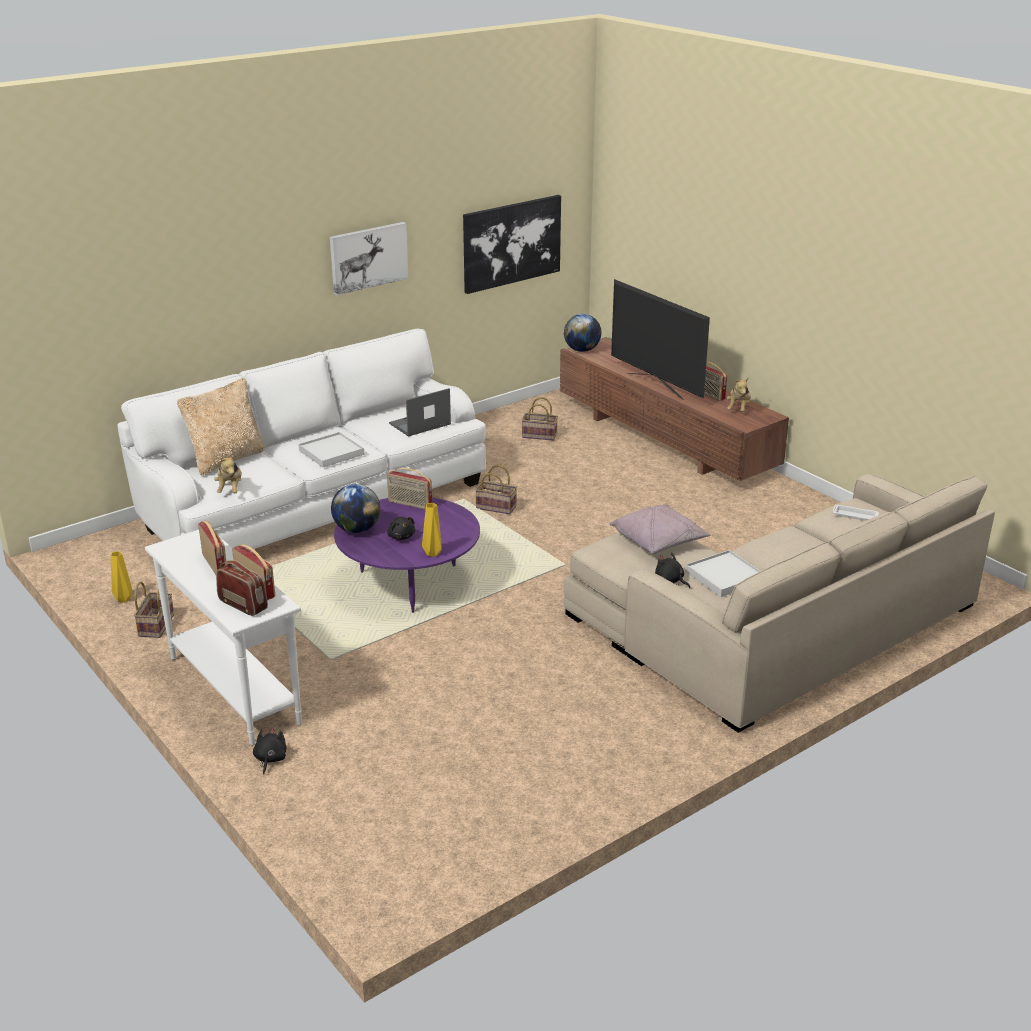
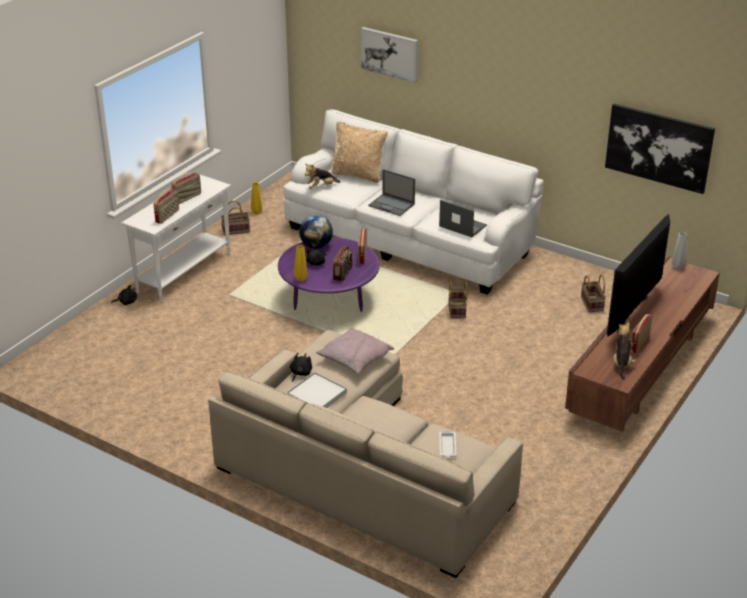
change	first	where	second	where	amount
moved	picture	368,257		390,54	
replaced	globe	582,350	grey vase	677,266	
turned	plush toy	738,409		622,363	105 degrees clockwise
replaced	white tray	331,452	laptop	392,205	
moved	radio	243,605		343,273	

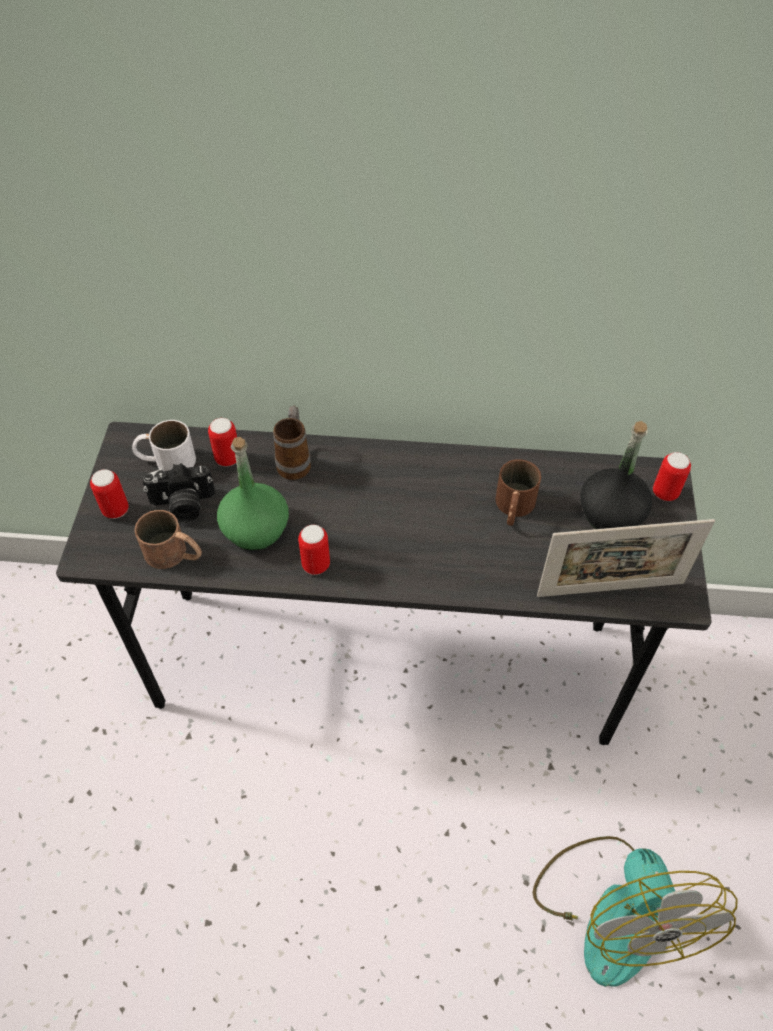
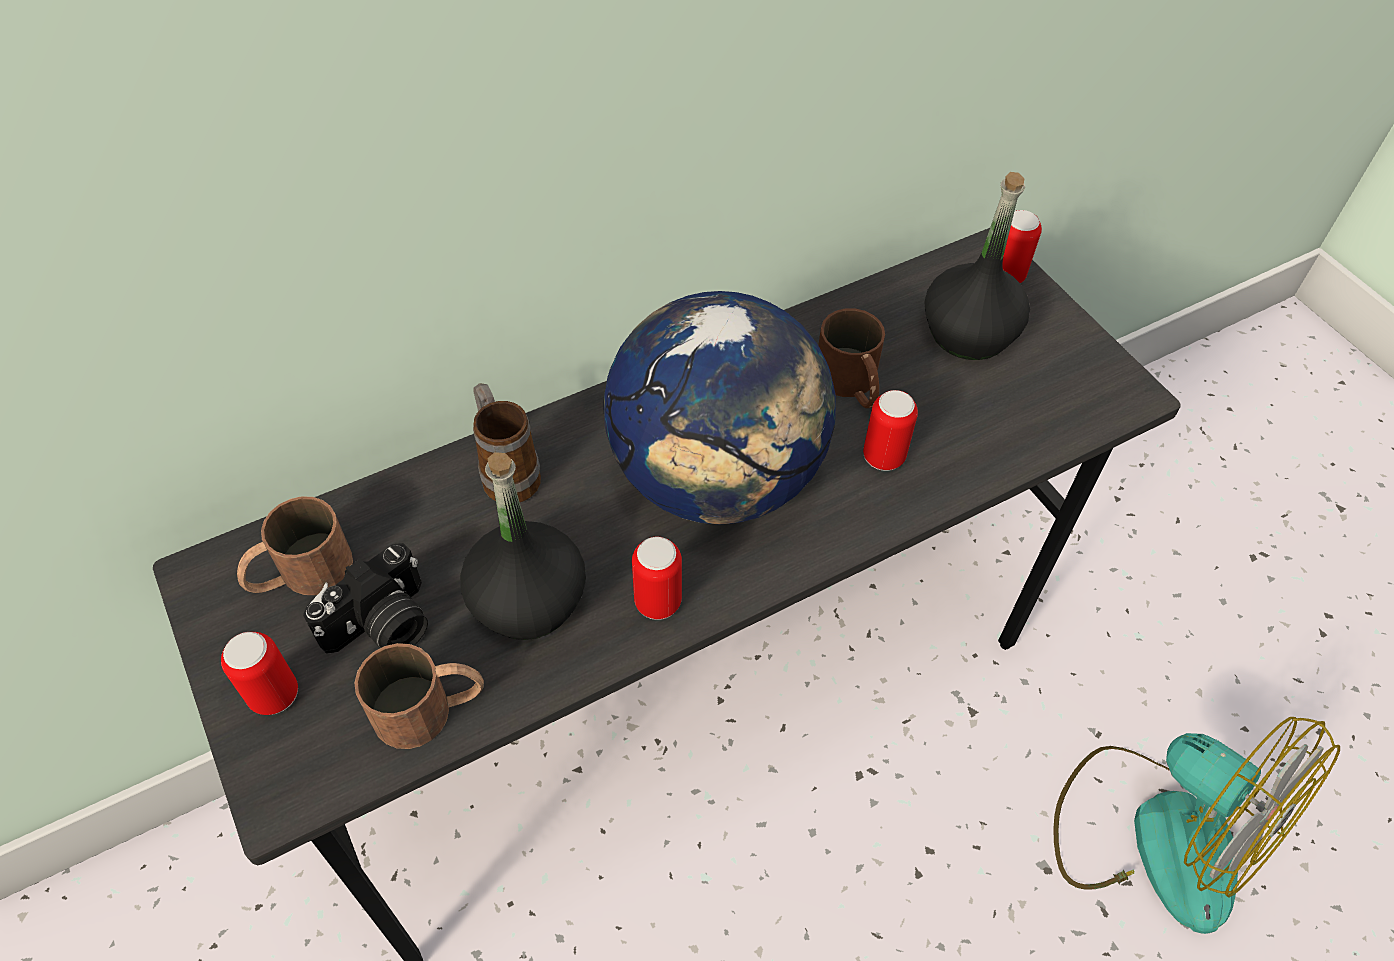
change	first	where	second	where	amount
moved	can	228,458		883,457	
recoloured	white mug	166,460	brown mug	300,574	
recoloured	green bottle	256,529	black bottle	528,600	
removed	picture frame	610,589			
added			globe	717,477	

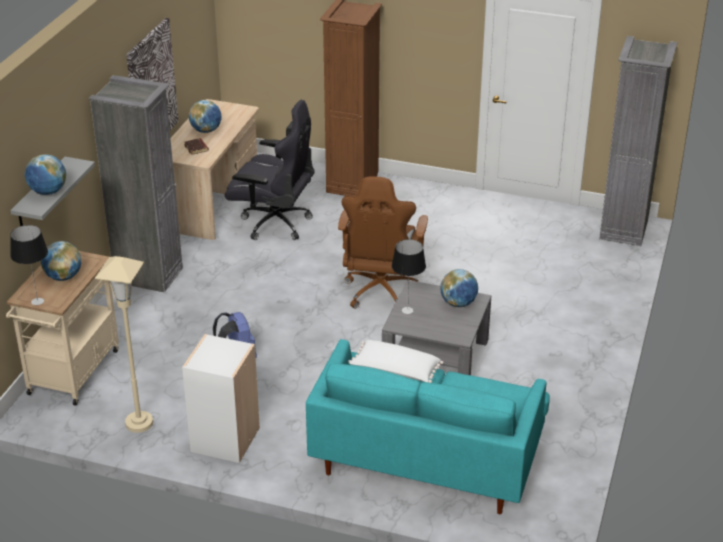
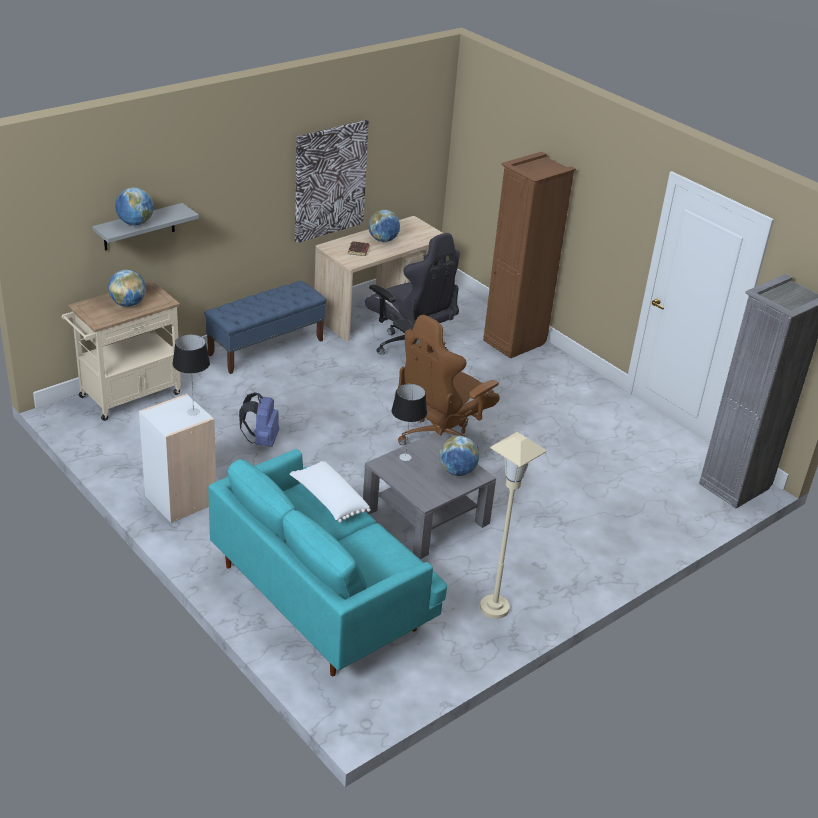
change	first	where	second	where	amount
replaced	grey cabinet	149,275	blue bench	266,347	
moved	table lamp	37,301		193,411	
moved	beige floor lamp	139,423		494,608	

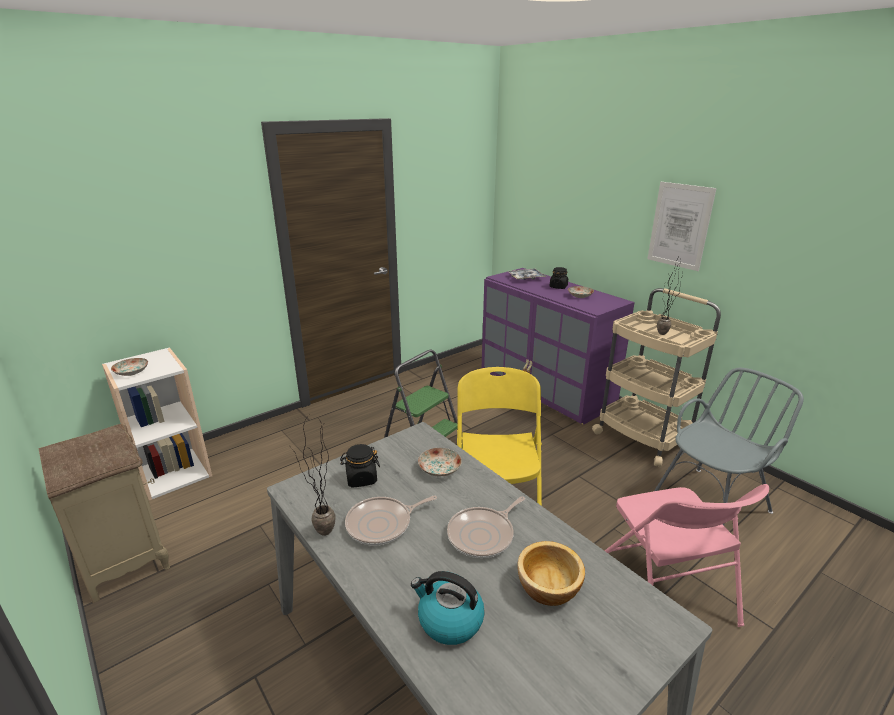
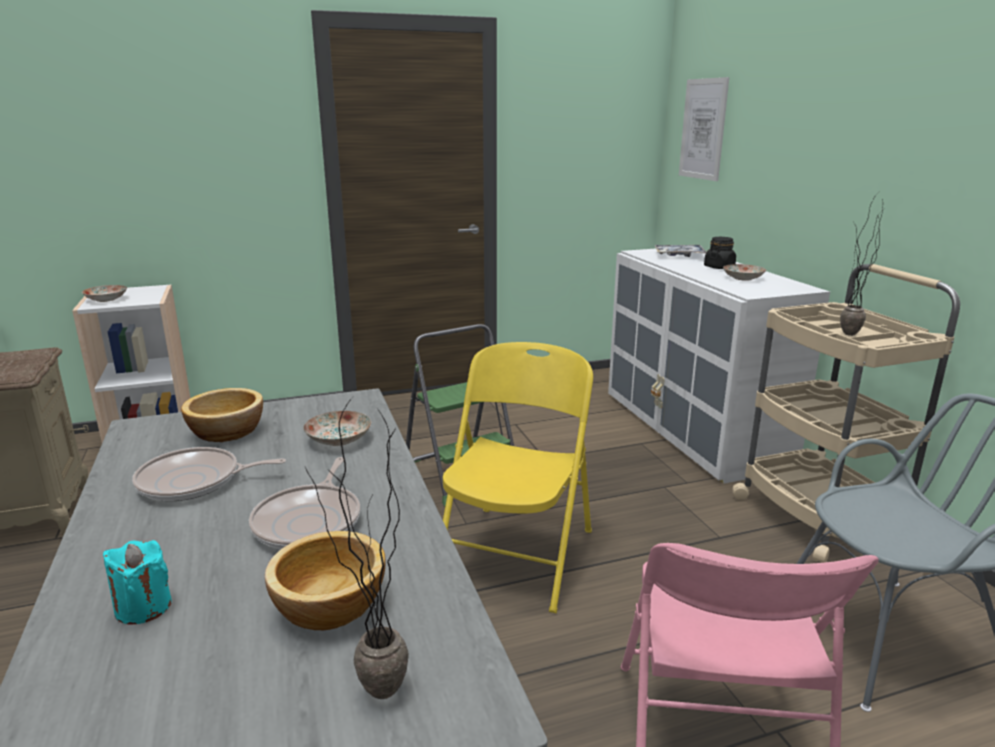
change	first	where	second	where	amount
moved	picture	680,226		703,129	
recoloured	purple cabinet	545,388	white cabinet	692,429	
moved	potted plant	321,537		370,701	
replaced	black jar	361,479	bowl	228,431	
turned	frying pan	483,535		310,521	60 degrees counterclockwise
replaced	kettle	449,620	turquoise candle	143,607	

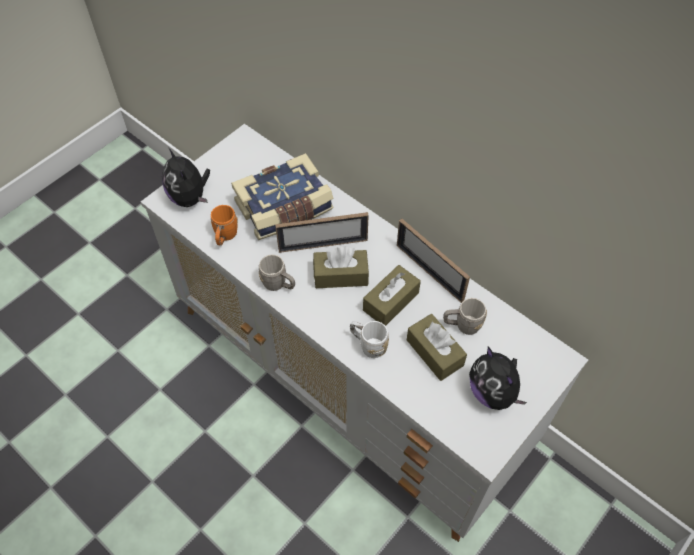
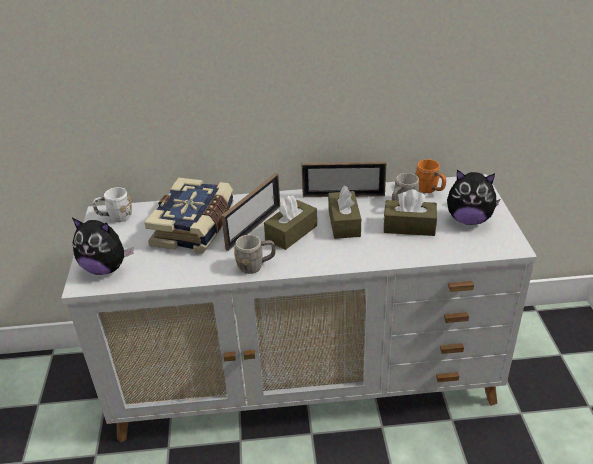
change	first	where	second	where	amount
moved	orange mug	225,236		430,190	
moved	white mug	368,345		115,217	

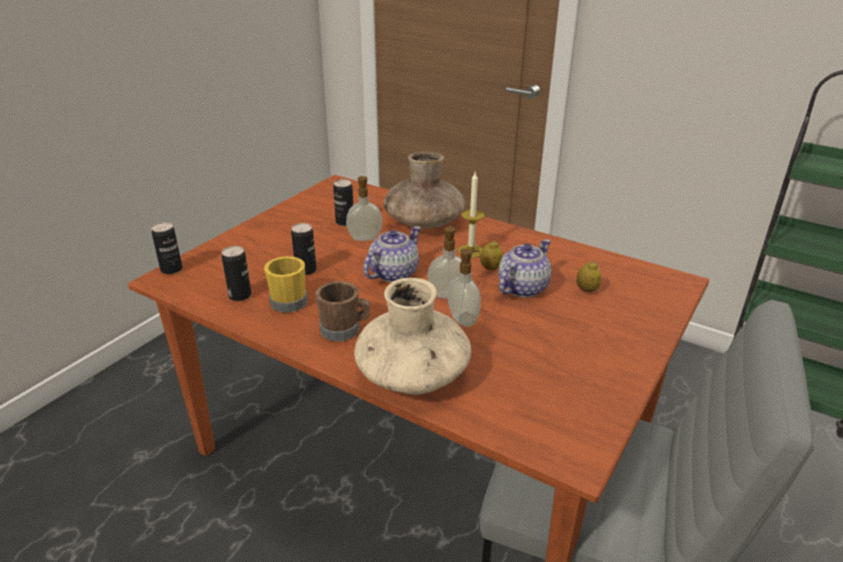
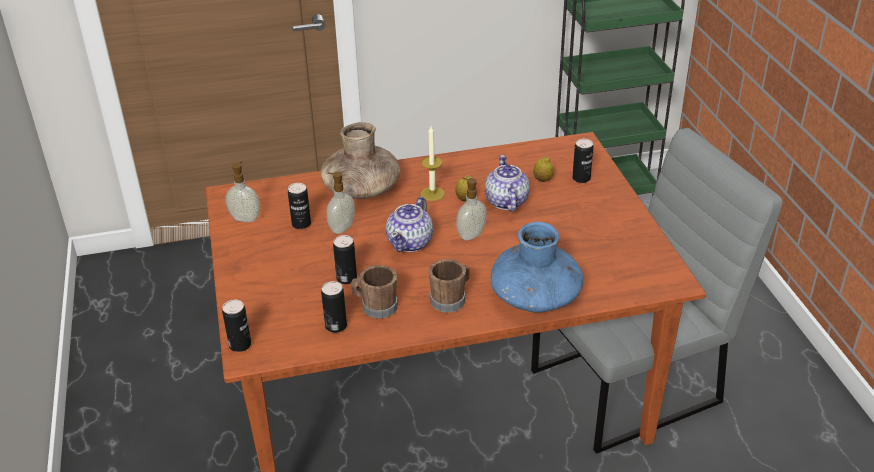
change	first	where	second	where	amount
turned	teapot	392,273		410,242	150 degrees counterclockwise
moved	soap dispenser	464,319		245,218	
recoloured	yellow mug	287,300	brown mug	375,307	
recoloured	beige vase	412,374	blue vase	535,297	
added			can	581,178	

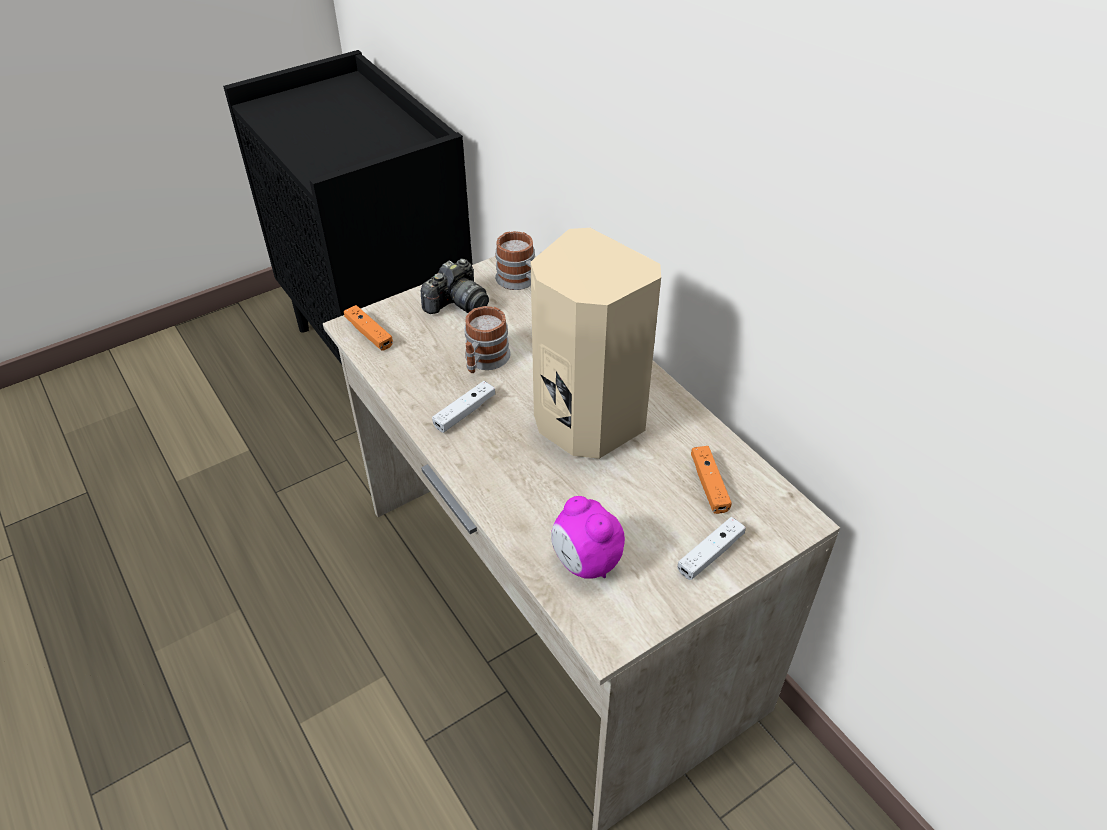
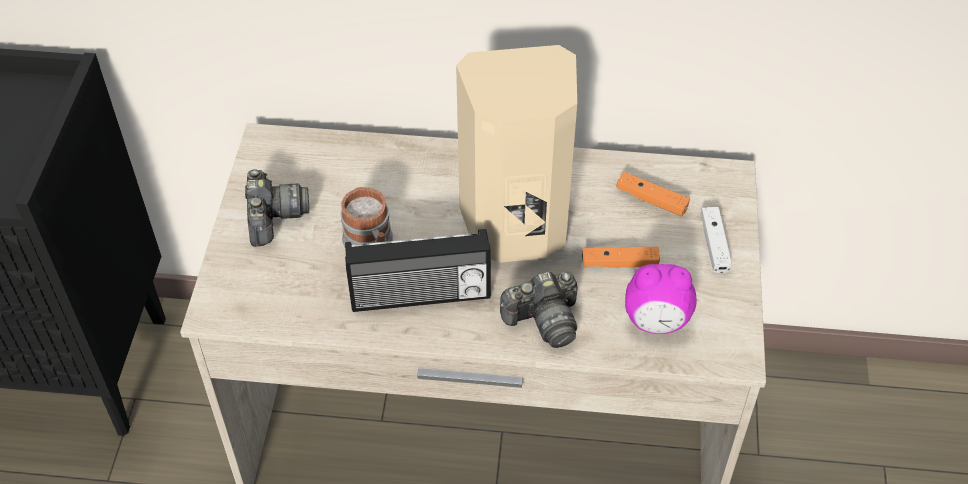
change	first	where	second	where	amount
removed	mug	520,281			
moved	orange game controller	369,333		619,263	
replaced	white game controller	464,412	radio	420,297	
added			photo camera	544,320	

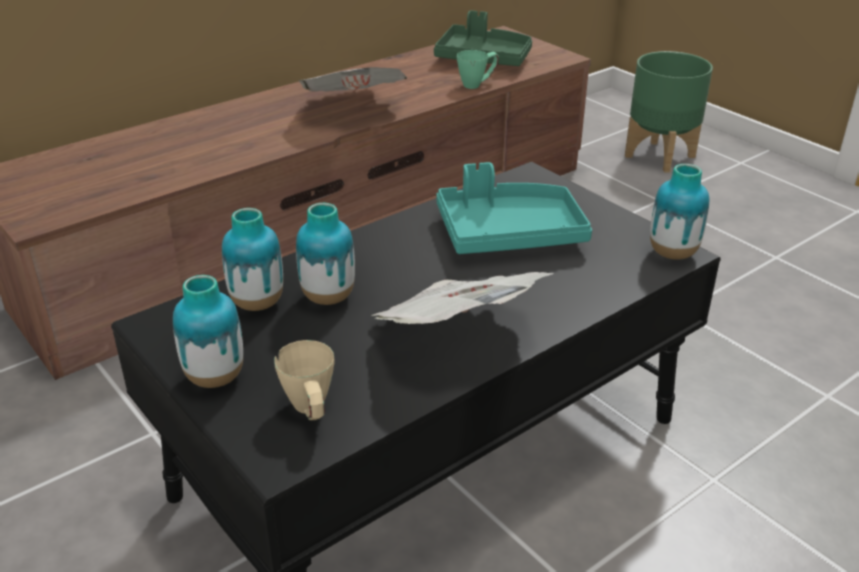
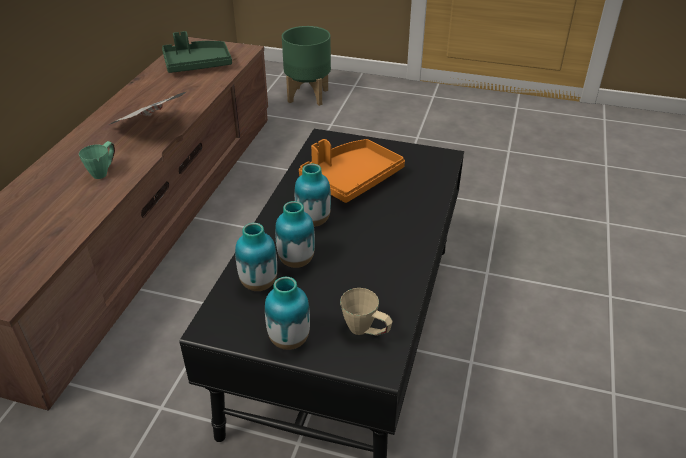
change	first	where	second	where	amount
moved	green mug	477,84		104,171	
recoloured	turquoise tray	509,233	orange tray	351,179	
moved	vase	672,253		313,221	
removed	newspaper	457,333			

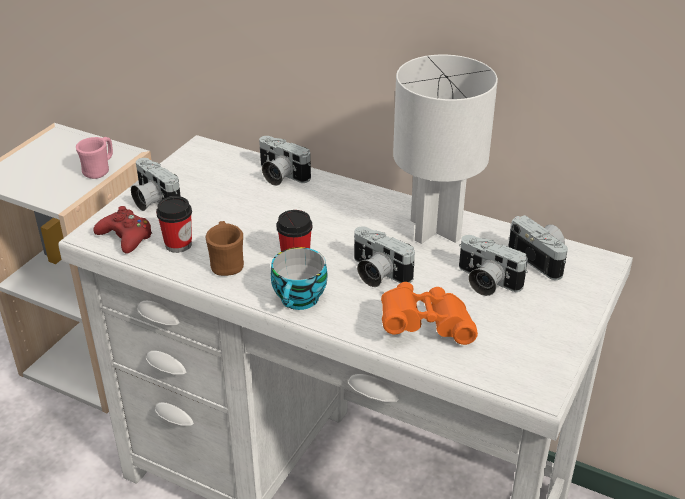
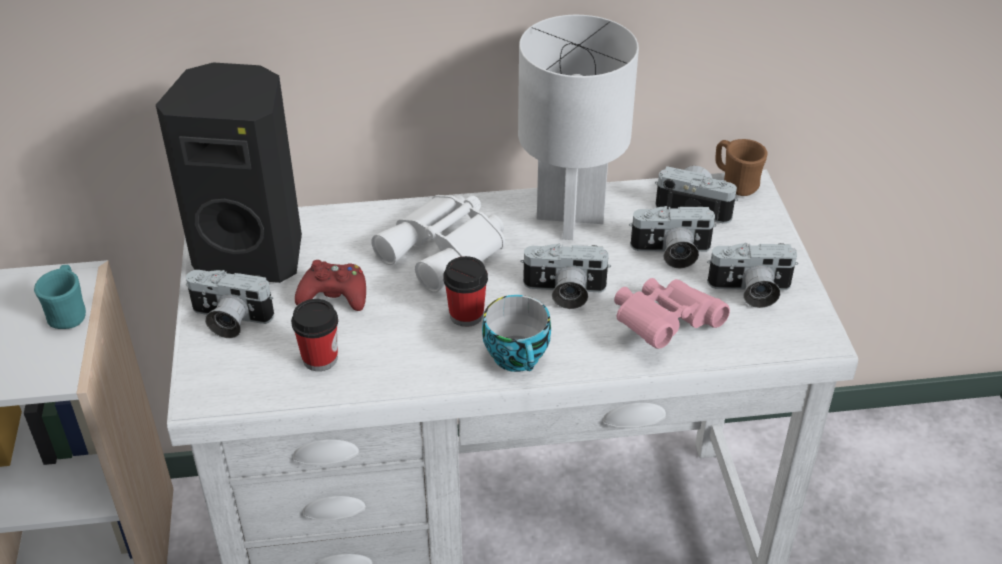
change	first	where	second	where	amount
moved	photo camera	280,176		750,291	
recoloured	pink mug	99,170	turquoise mug	69,313	
moved	red game controller	126,237		334,295	
moved	brown mug	226,263		735,183	
recoloured	orange binoculars	425,326	pink binoculars	664,325	
added			black speaker	253,254	
added			white binoculars	446,250	

